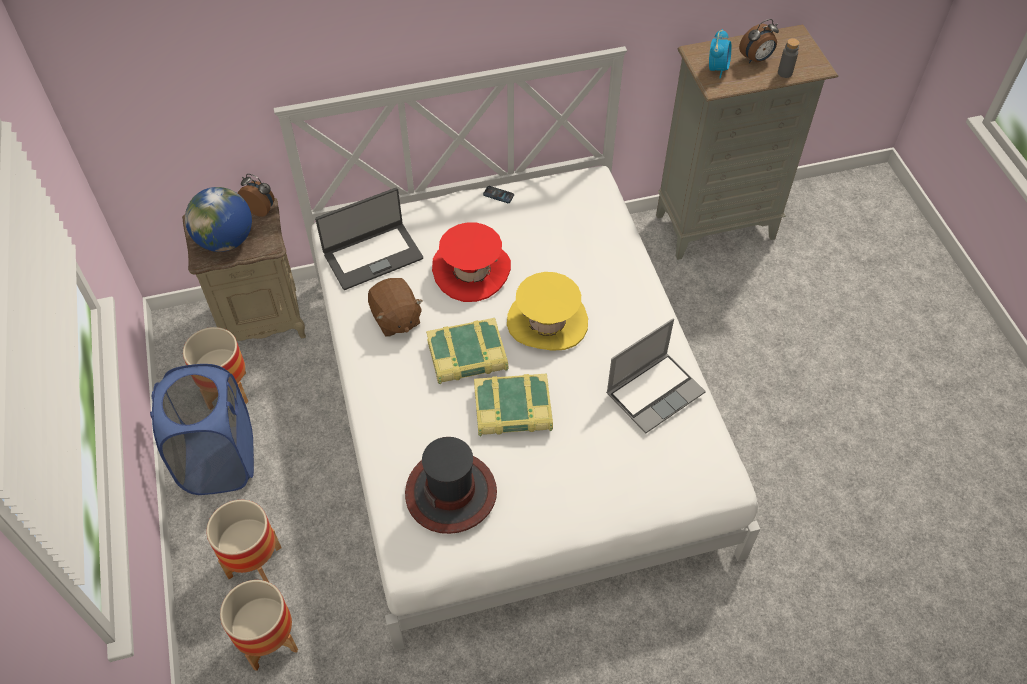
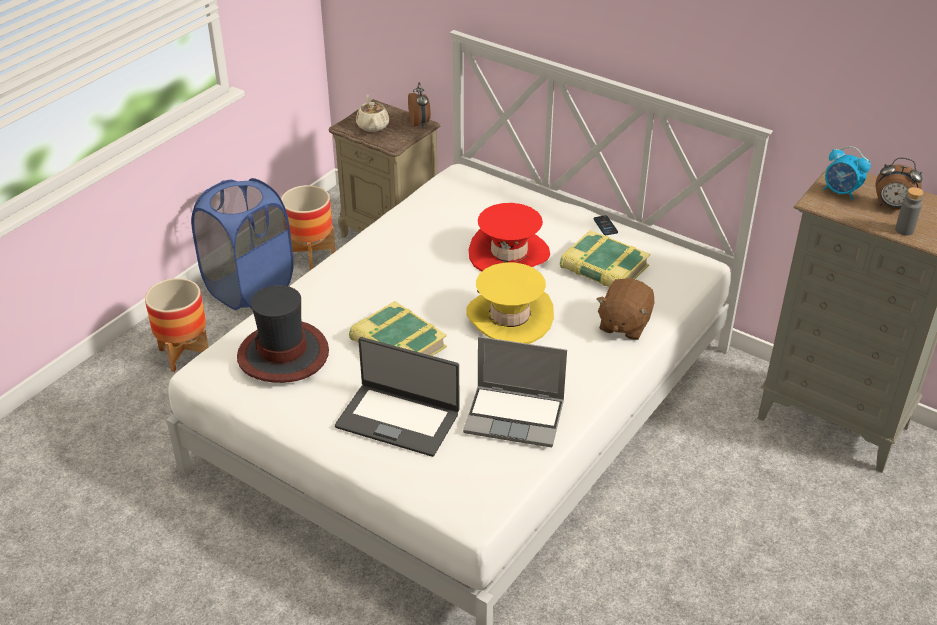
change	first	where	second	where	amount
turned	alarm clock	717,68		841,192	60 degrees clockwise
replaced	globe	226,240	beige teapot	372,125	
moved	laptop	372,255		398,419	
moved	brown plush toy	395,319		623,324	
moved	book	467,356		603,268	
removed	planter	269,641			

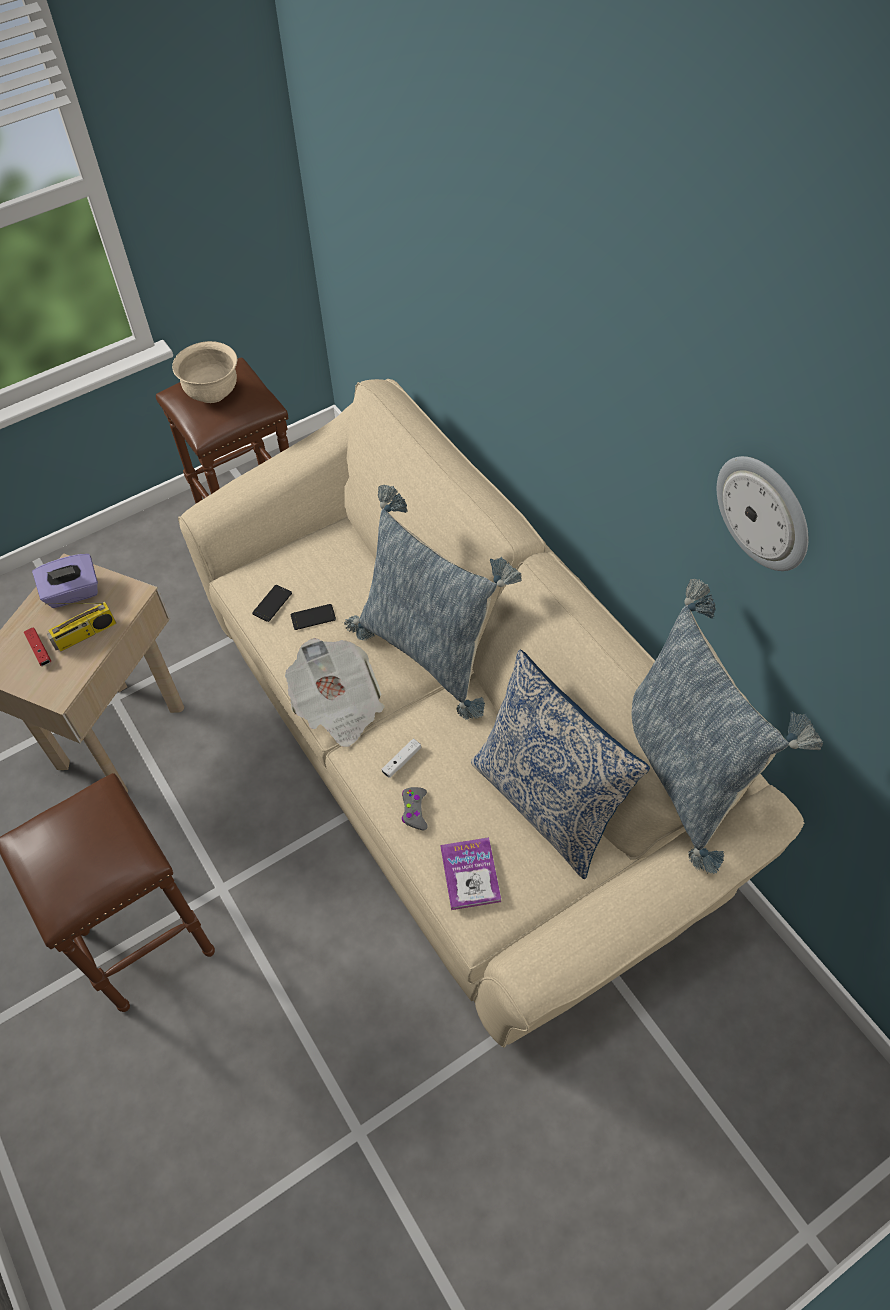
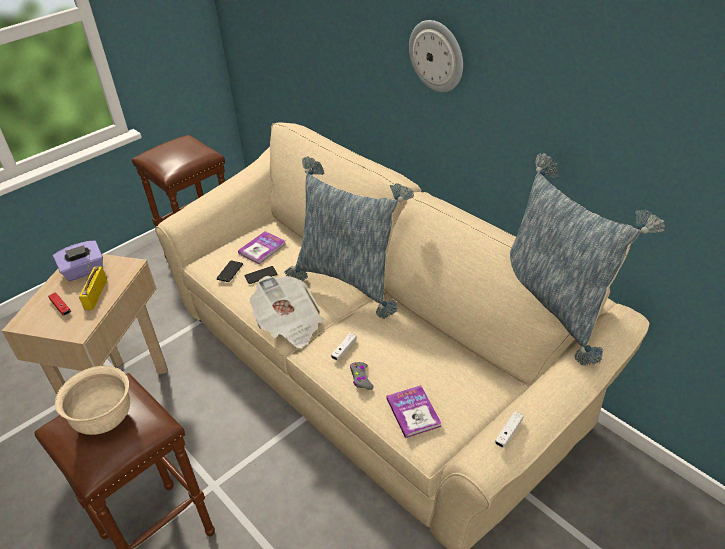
change	first	where	second	where	amount
moved	beige bowl	213,393		105,419	
moved	wall clock	764,512		437,56	
turned	radio	85,635		96,293	135 degrees clockwise
removed	pillow	548,802			
added			book	262,248	
added			white game controller	508,433	

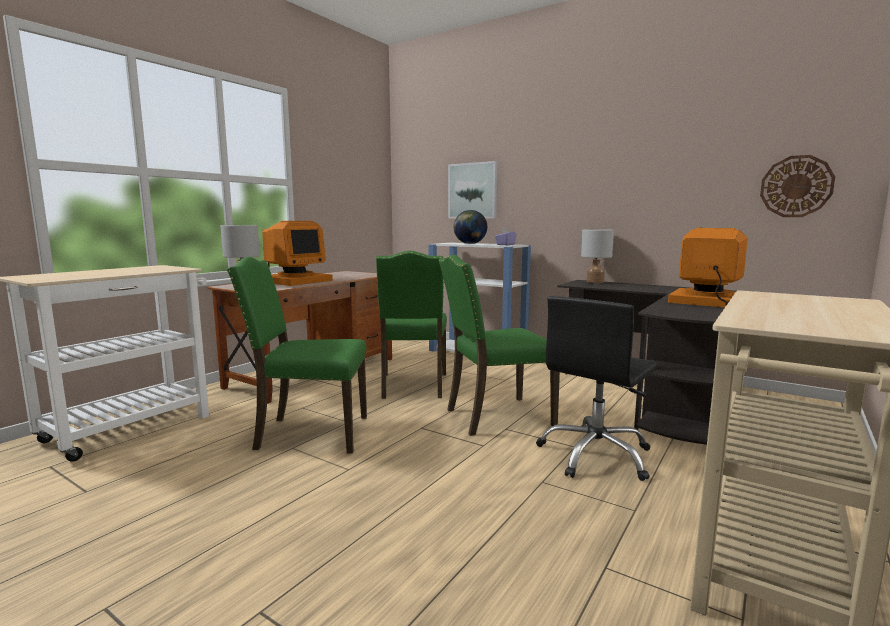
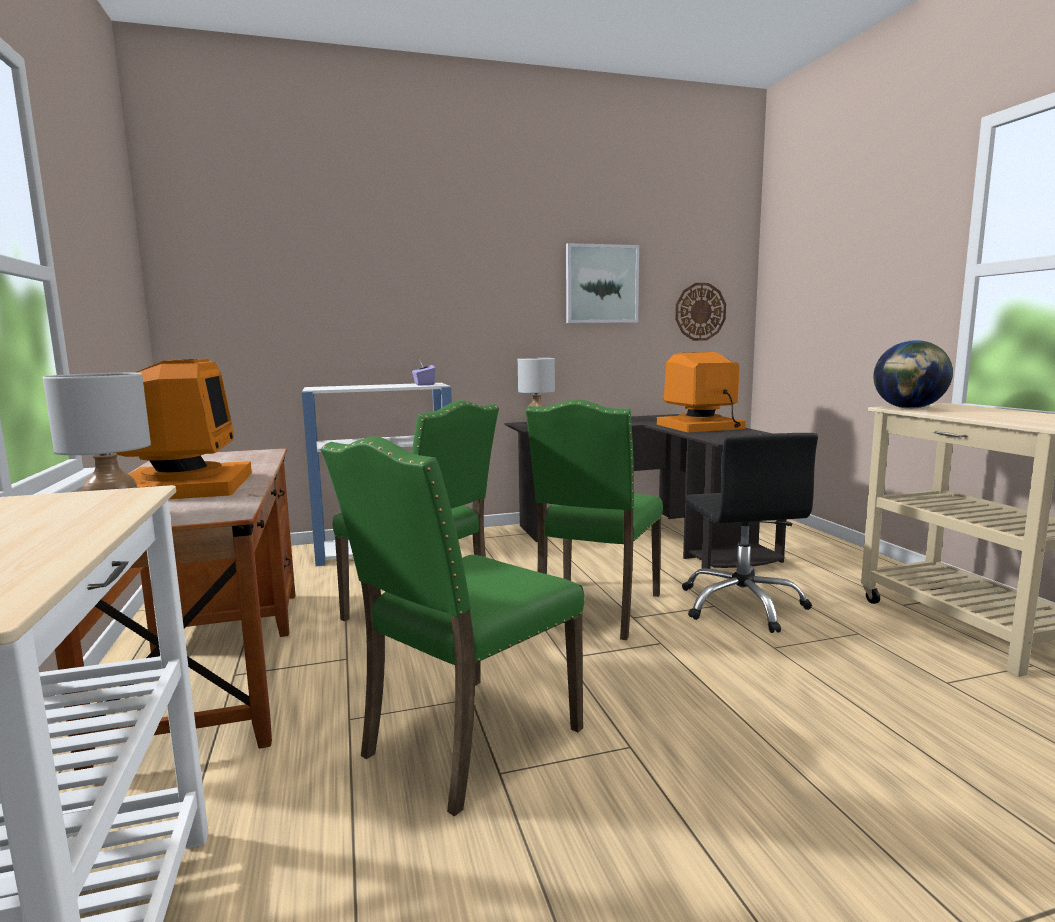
change	first	where	second	where	amount
moved	picture	472,191		601,284	
moved	globe	470,244		909,408	

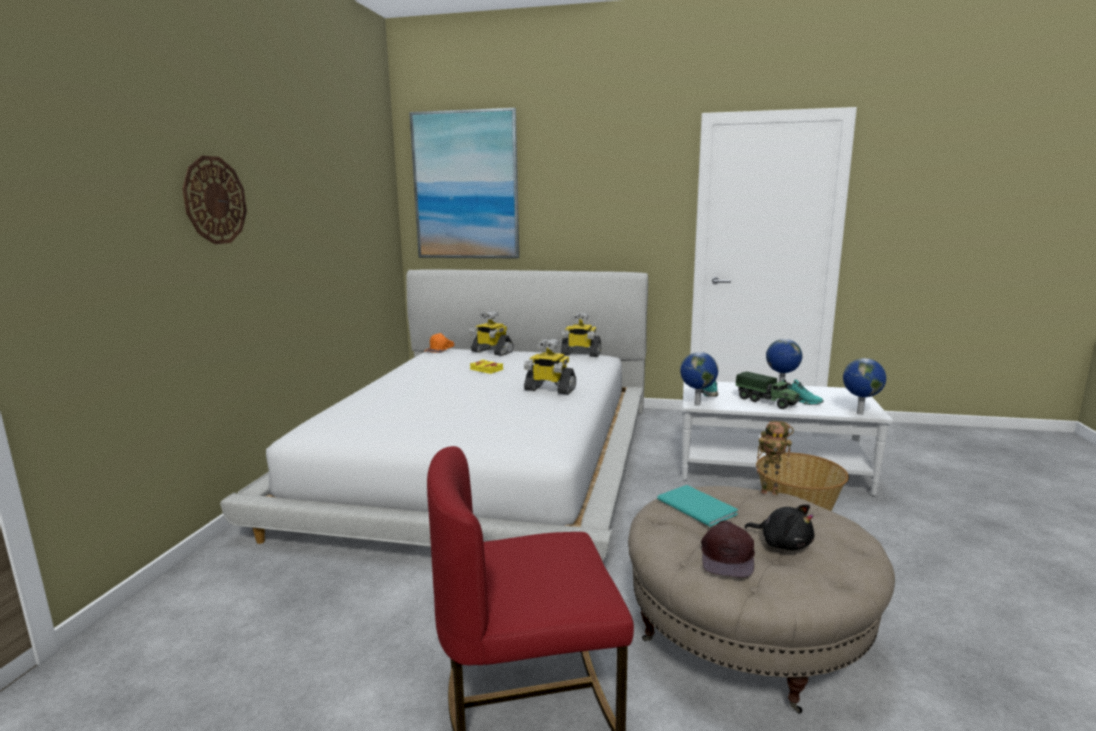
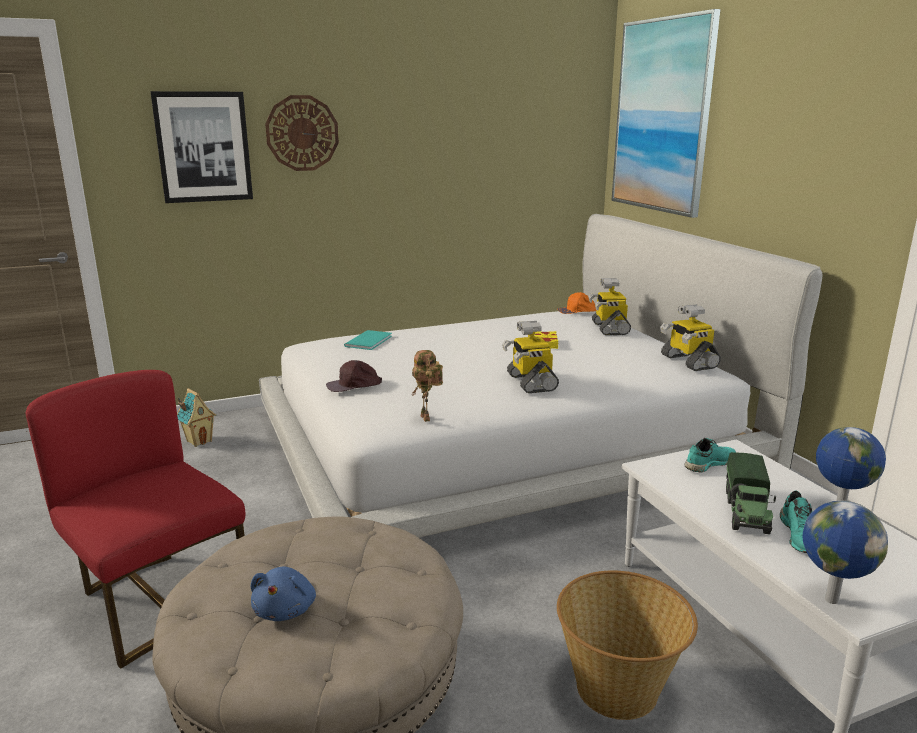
change	first	where	second	where	amount
removed	globe	696,404			
moved	toy robot	770,492		427,418	
moved	turquoise book	696,505		370,341	
recoloured	black plush toy	783,544	blue plush toy	286,610	
moved	brown cap	728,556		354,385	
added			picture	203,147	
added			toy house	199,441	

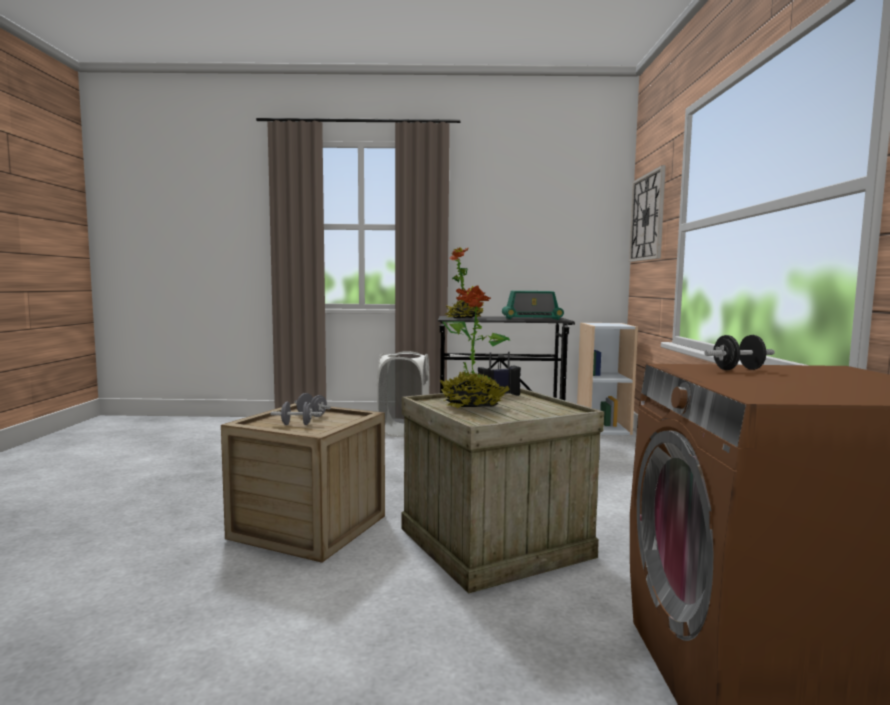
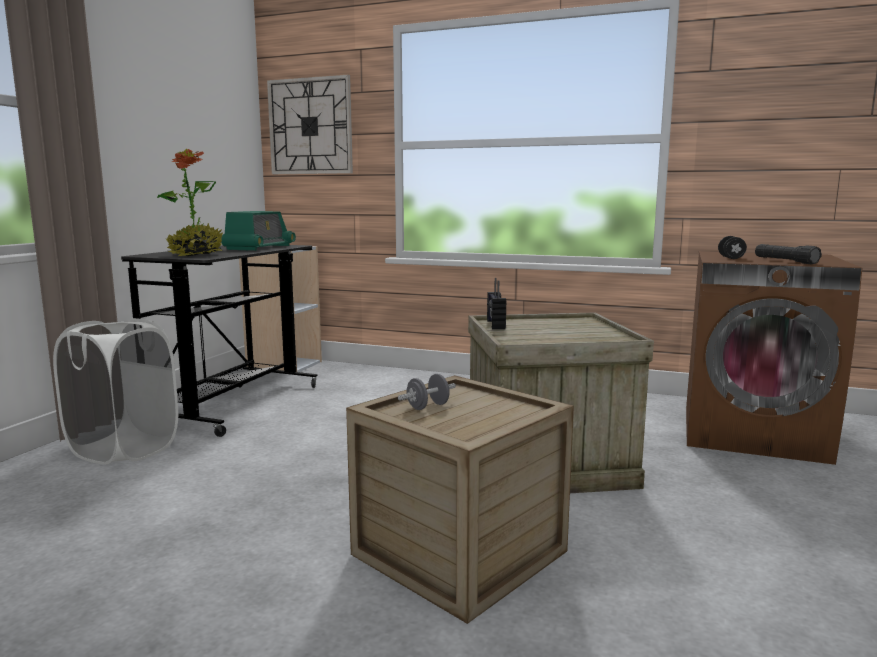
change	first	where	second	where	amount
removed	potted plant	473,406			
removed	grey dumbbell	296,424			
added			black flashlight	785,261	

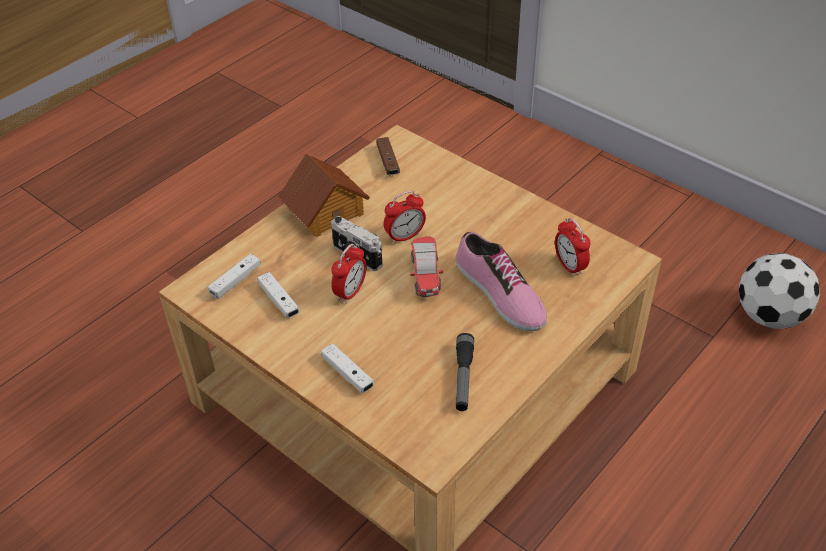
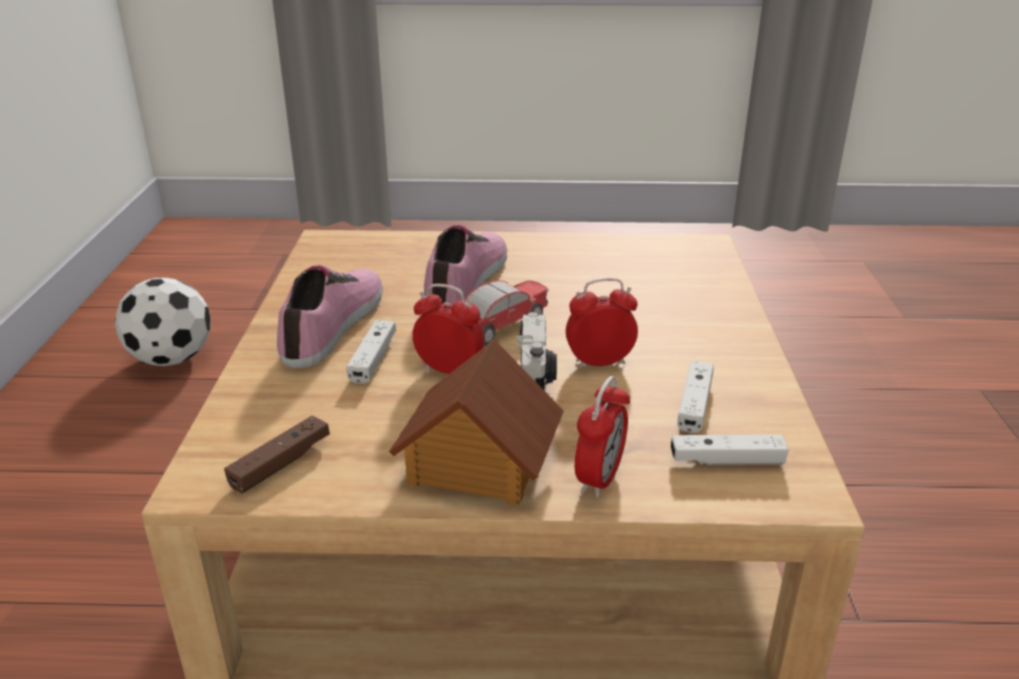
change	first	where	second	where	amount
moved	alarm clock	569,266		599,478	
removed	flashlight	463,377			
moved	white game controller	347,374		373,359	
added			shoe	335,325	

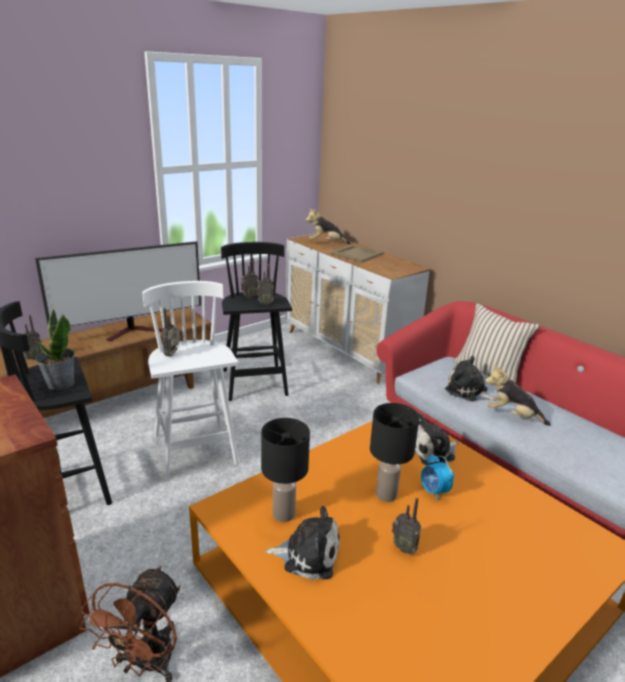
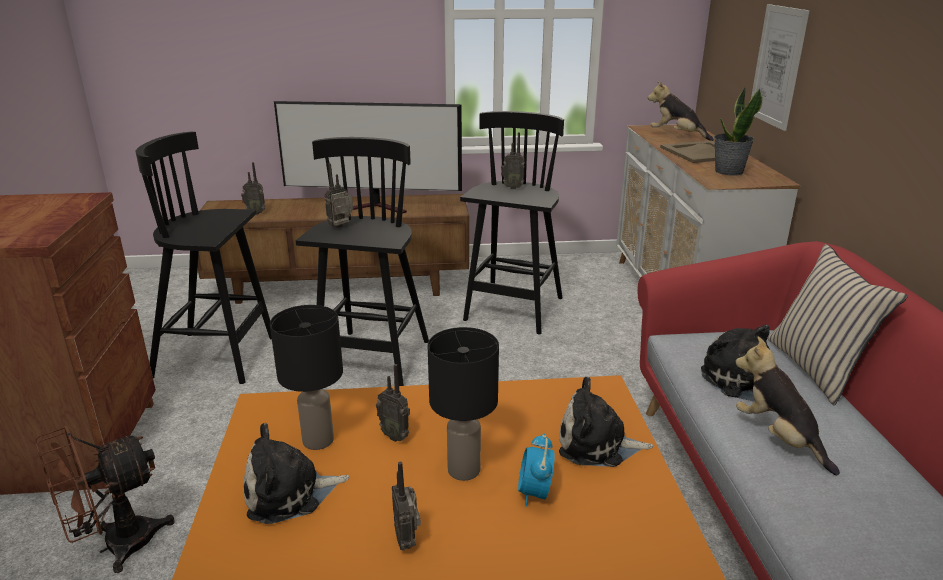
change	first	where	second	where	amount
moved	radio	265,303		395,436	
recoloured	white stool	196,451	black stool	372,361	
moved	potted plant	60,384		728,171	
turned	plush toy	308,554		289,493	120 degrees clockwise
added			picture	777,66	

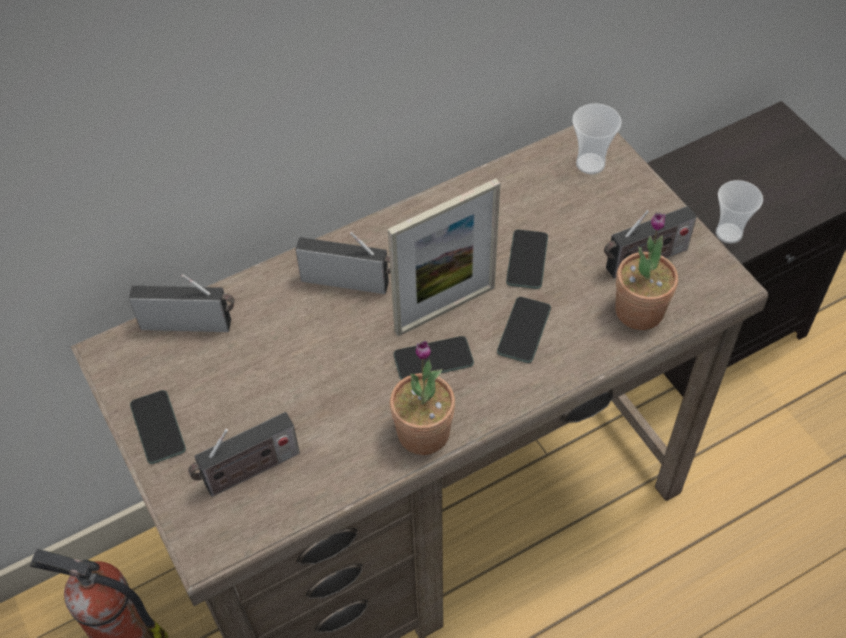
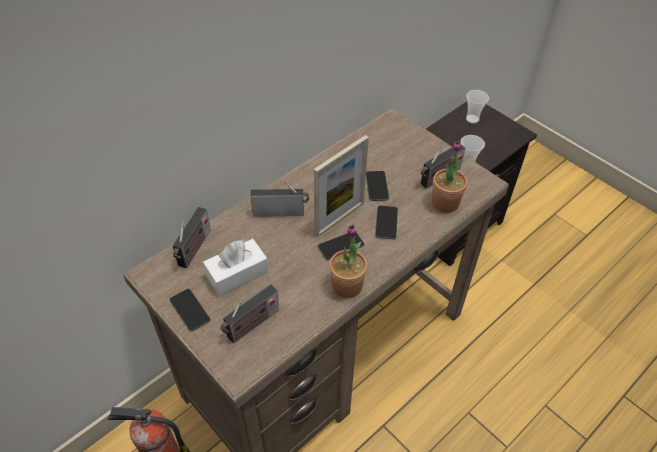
change	first	where	second	where	amount
moved	cup	590,164		472,119	
turned	radio	191,323		194,249	120 degrees clockwise
added			white tissue box	237,274	

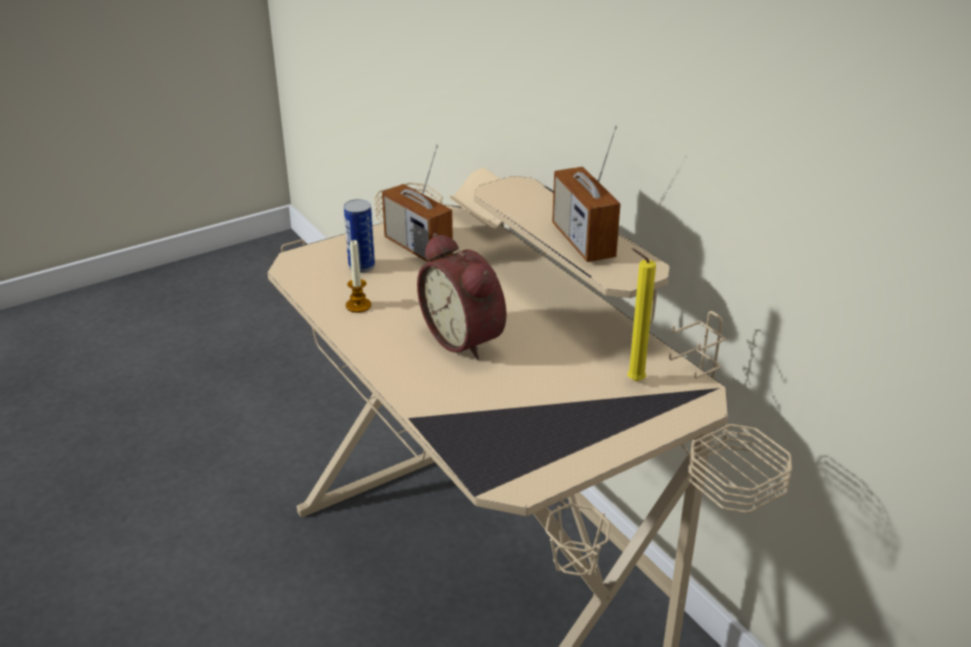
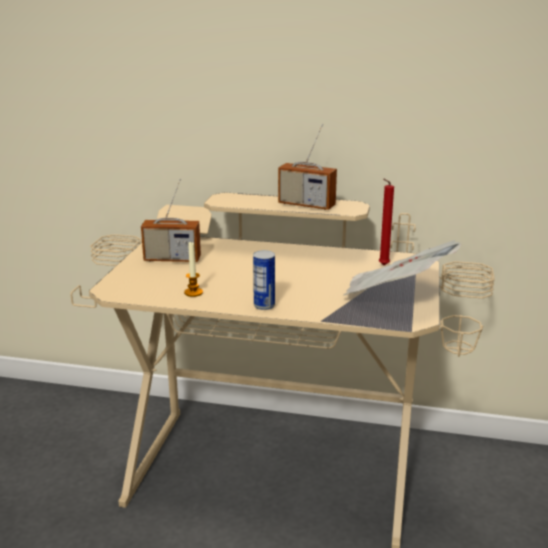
change	first	where	second	where	amount
moved	can	361,267		264,305	
removed	alarm clock	466,338			
recoloured	yellow candle	632,381	red candle	382,266	
added			newspaper	395,296	

